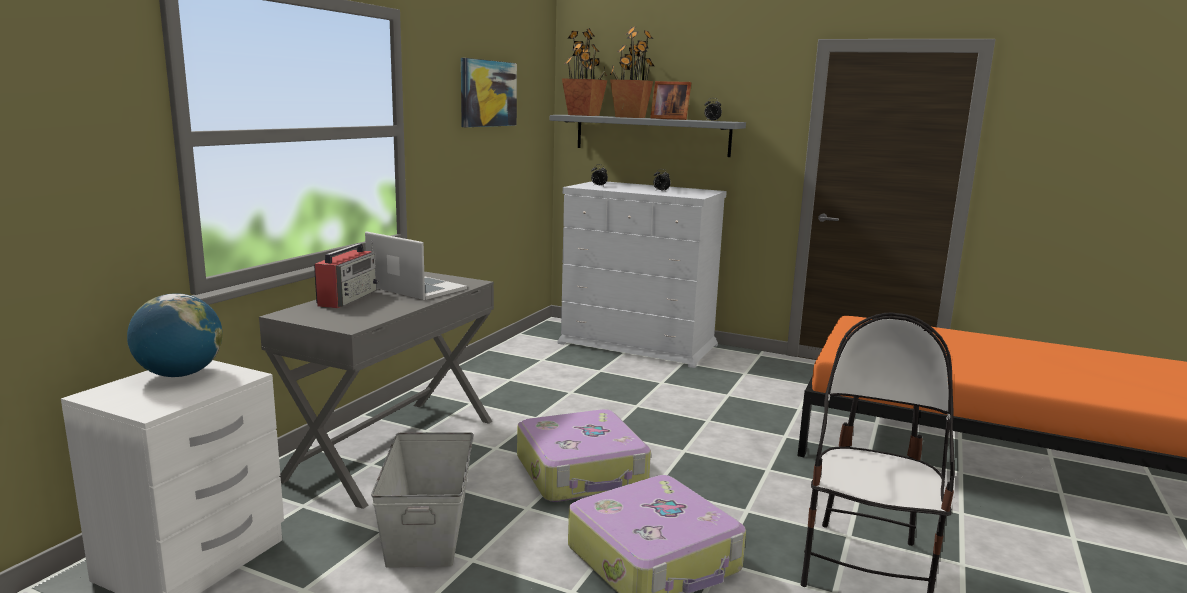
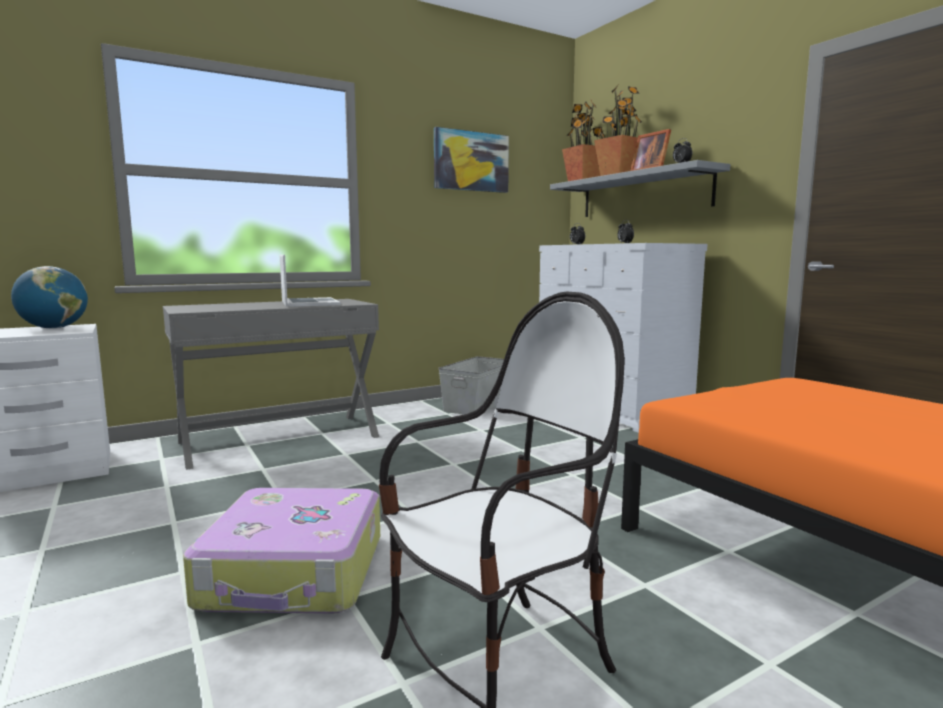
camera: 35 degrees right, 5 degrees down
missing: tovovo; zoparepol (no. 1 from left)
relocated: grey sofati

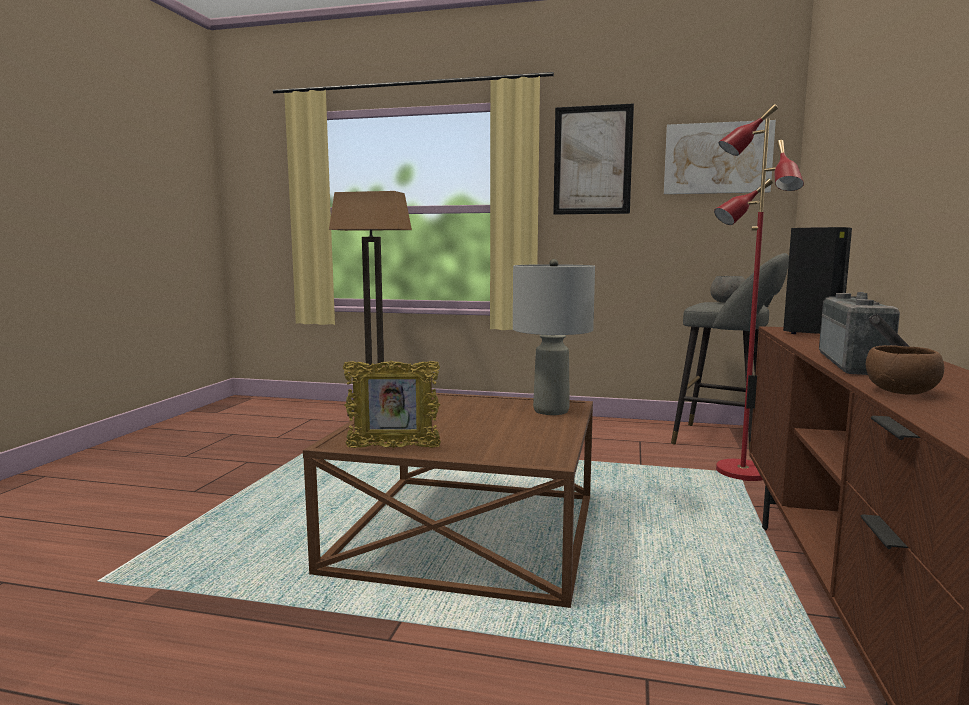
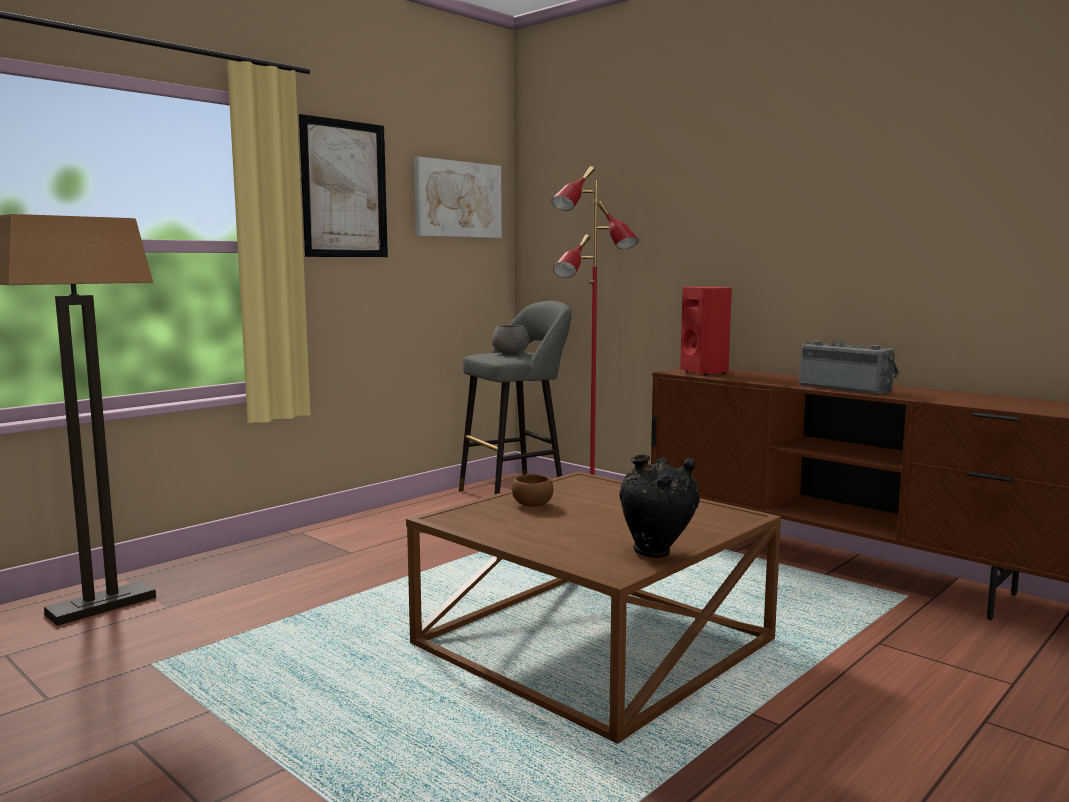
camera: 60 degrees left, 0 degrees up
missing: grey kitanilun
relocated: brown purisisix
exchanged: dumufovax to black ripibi
colour: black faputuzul to red faputuzul

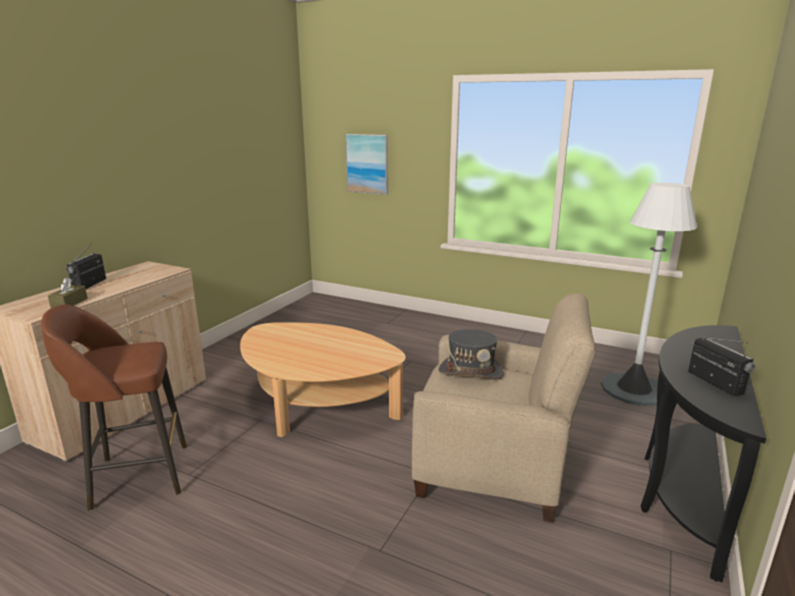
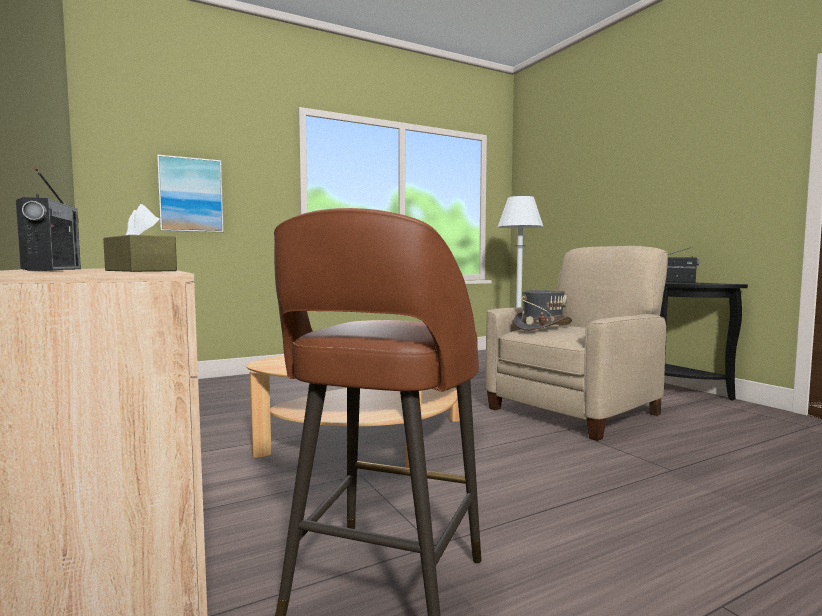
camera: 55 degrees left, 15 degrees down
spun: tovovo (no. 1 from left) 150 degrees counterclockwise

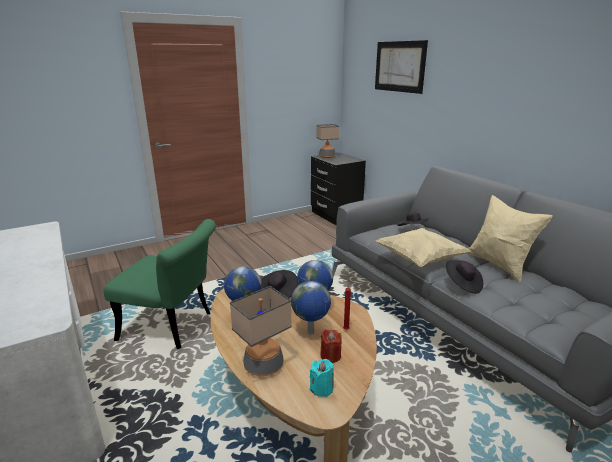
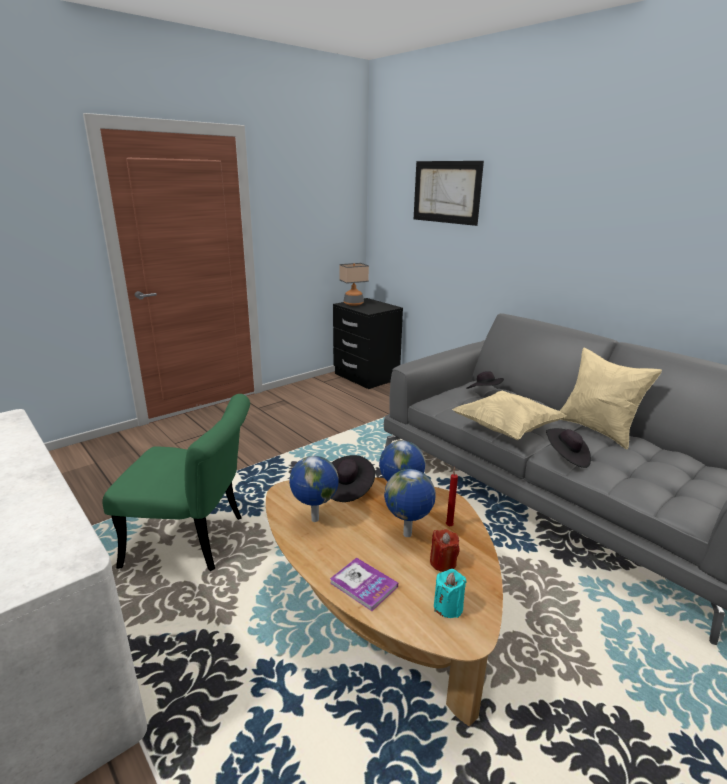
camera: 10 degrees left, 0 degrees up
exchanged: kitanilun (no. 1 from left) to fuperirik

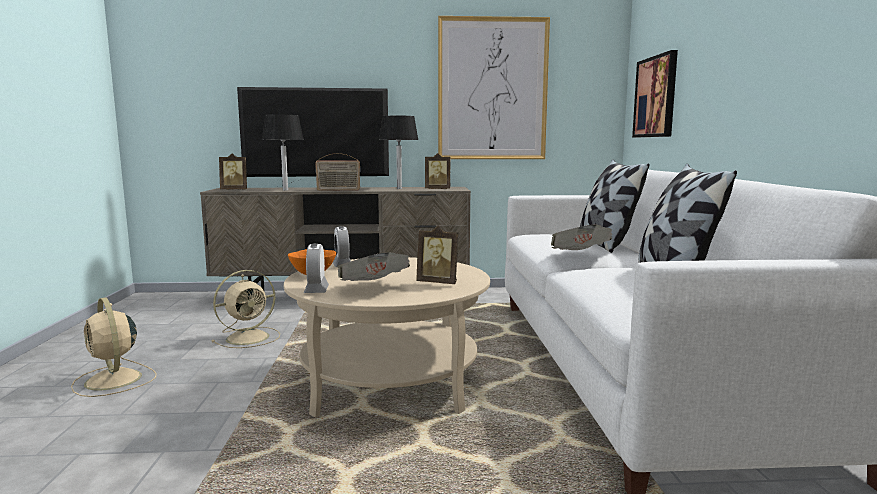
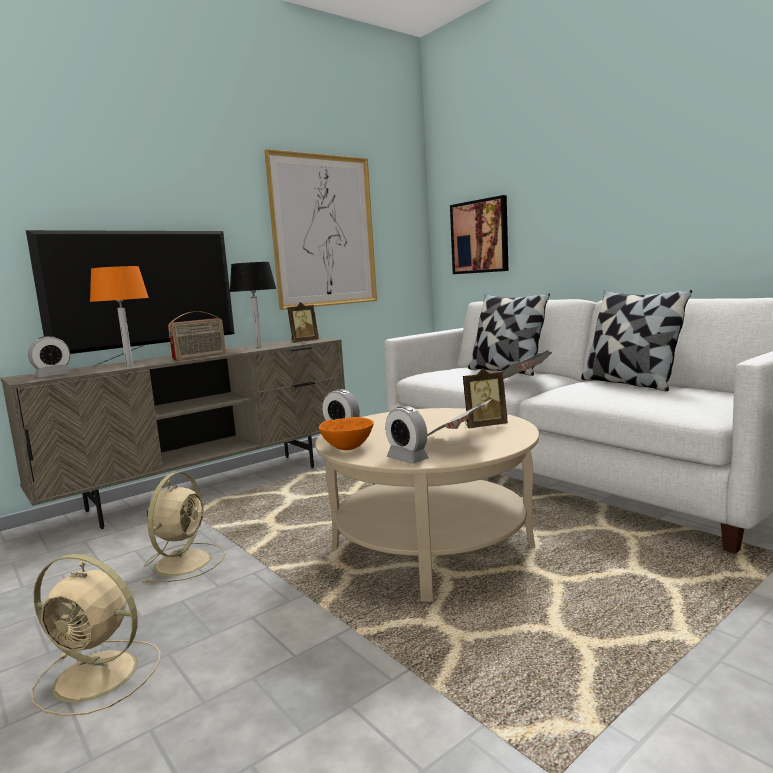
camera: 35 degrees left, 0 degrees up
exchanged: dumufovax (no. 1 from left) to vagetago (no. 1 from left)
colour: black kitanilun (no. 1 from left) to orange kitanilun

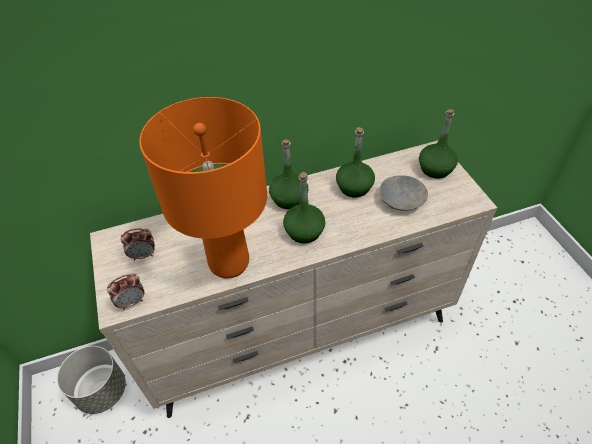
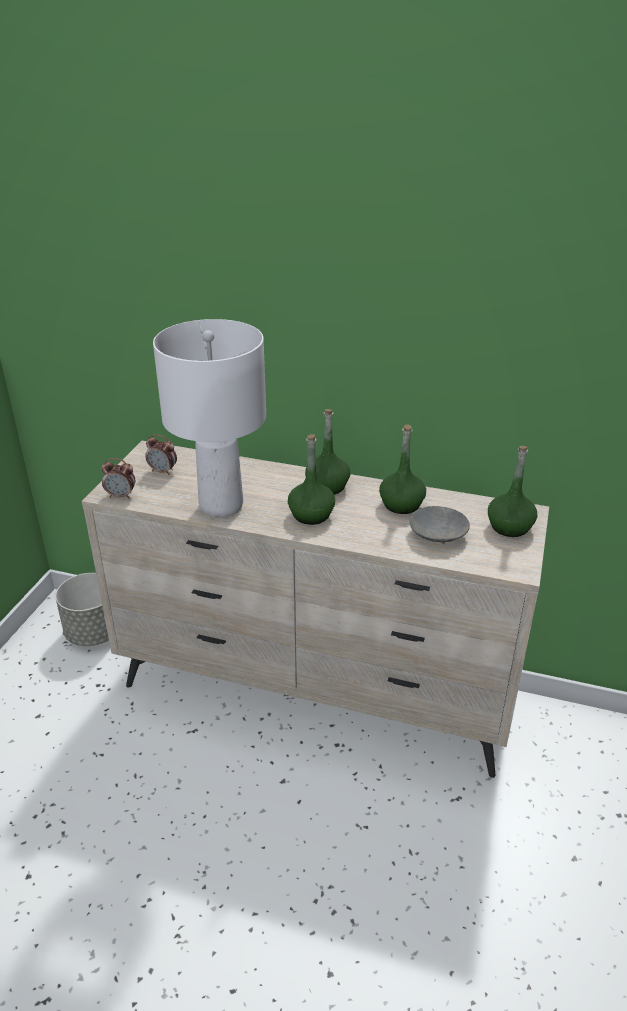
camera: 35 degrees right, 15 degrees down
colour: orange kitanilun to white kitanilun

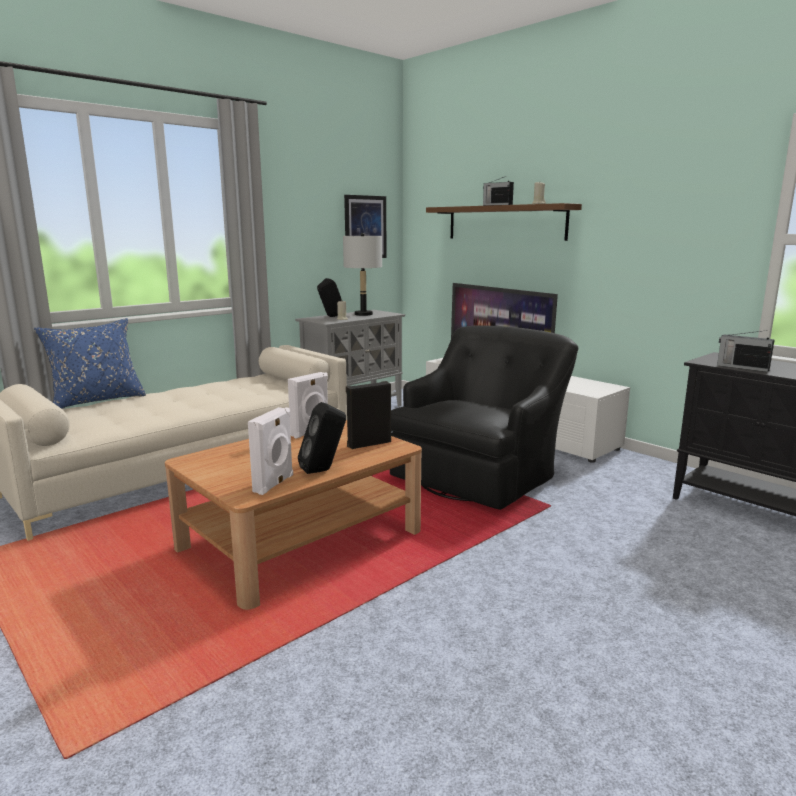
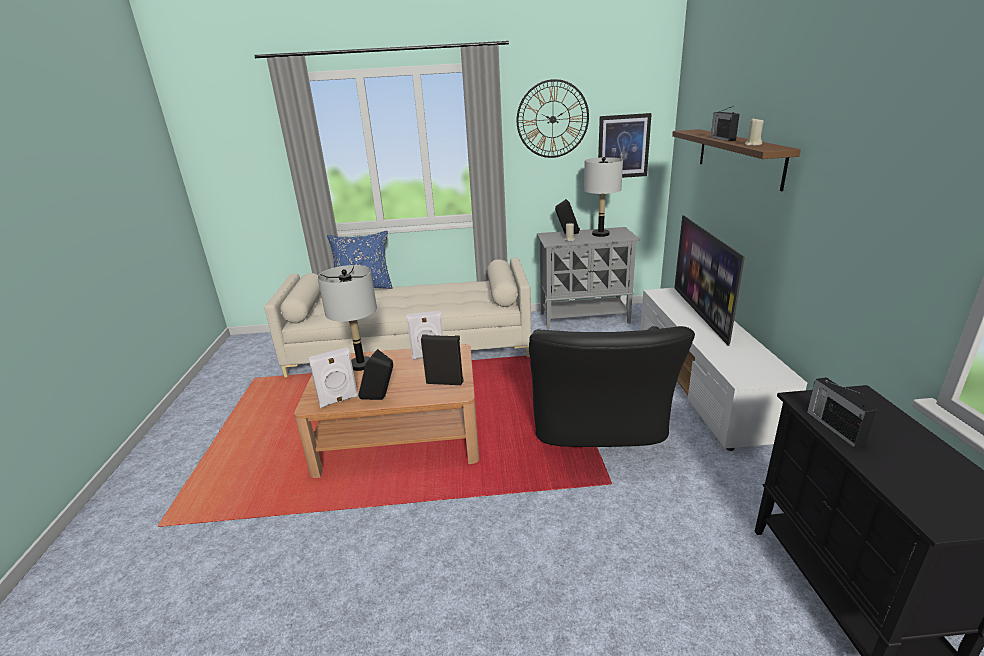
camera: 40 degrees right, 10 degrees up
appeared: grey kitanilun (no. 1 from left); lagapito
spun: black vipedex 105 degrees clockwise

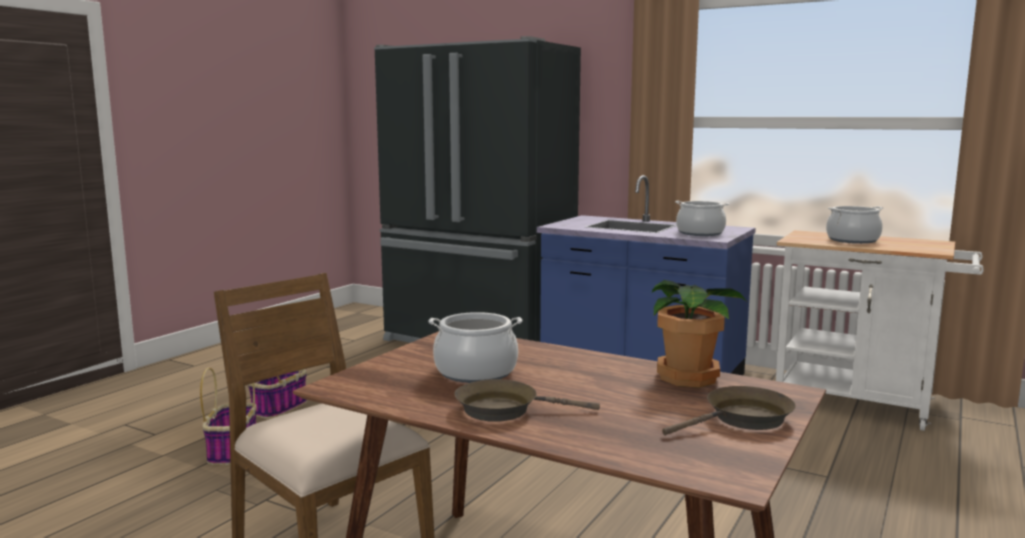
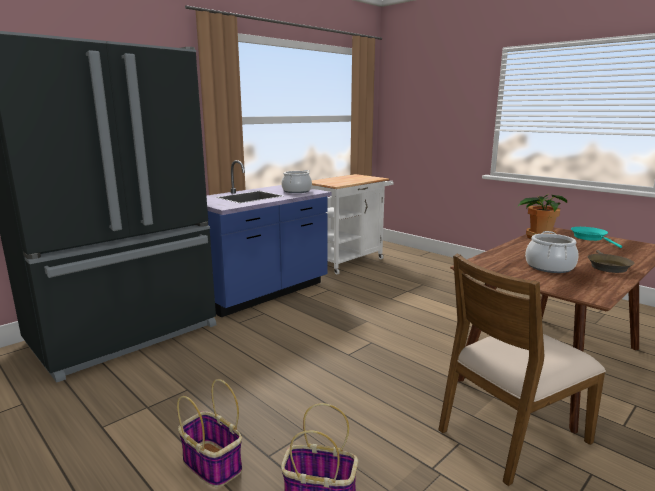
camera: 75 degrees left, 5 degrees up
missing: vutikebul (no. 3 from left)
colour: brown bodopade (no. 2 from left) to turquoise bodopade

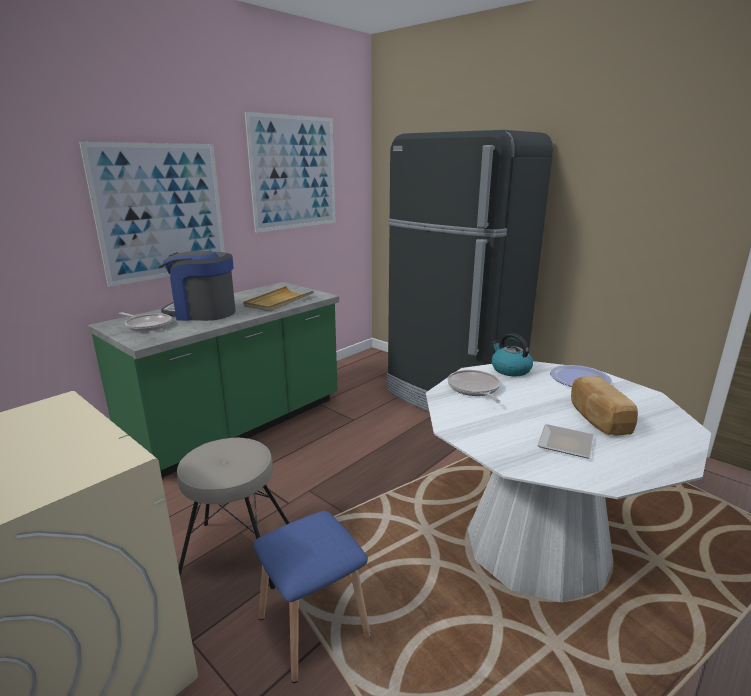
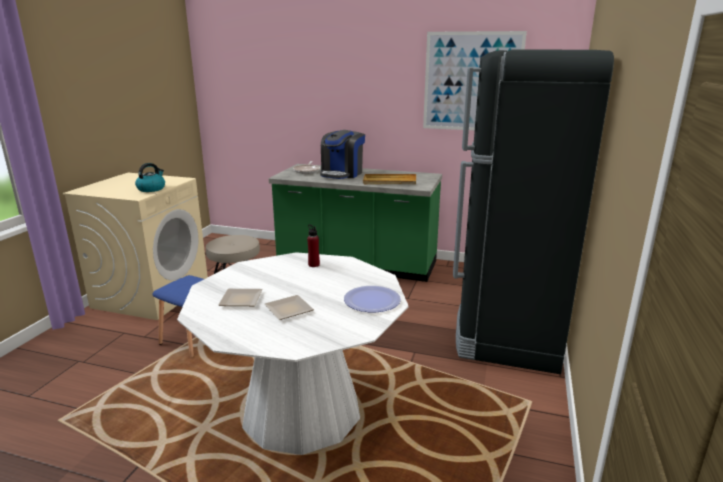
camera: 65 degrees right, 0 degrees up
missing: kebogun (no. 1 from left)
relocated: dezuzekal
exchanged: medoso to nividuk (no. 2 from left); bodopade (no. 2 from left) to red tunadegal
spun: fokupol 135 degrees counterclockwise

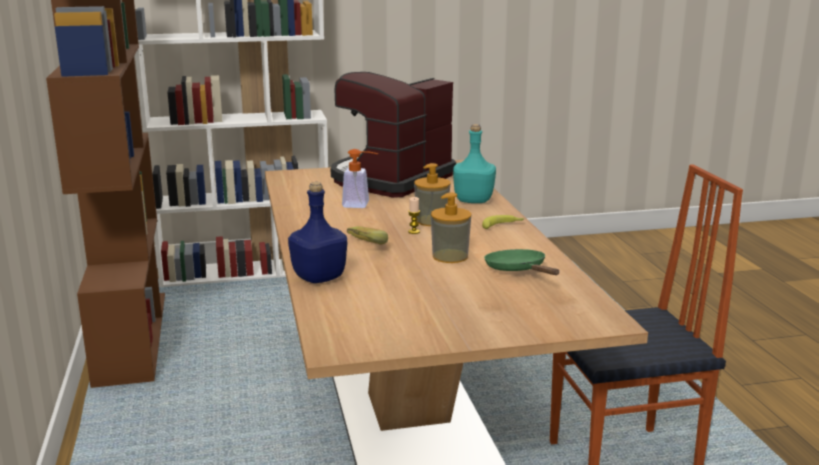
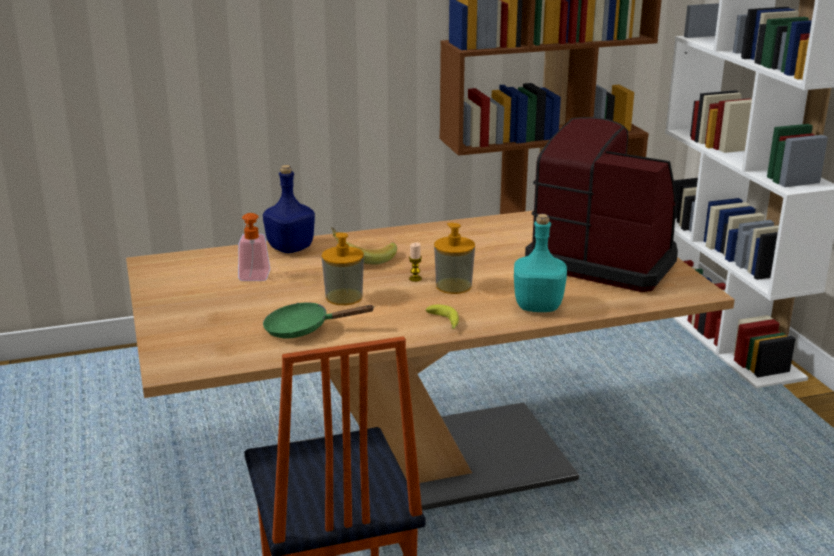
camera: 85 degrees right, 5 degrees up
relocated: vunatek (no. 1 from left)
spun: green bodopade 150 degrees counterclockwise

